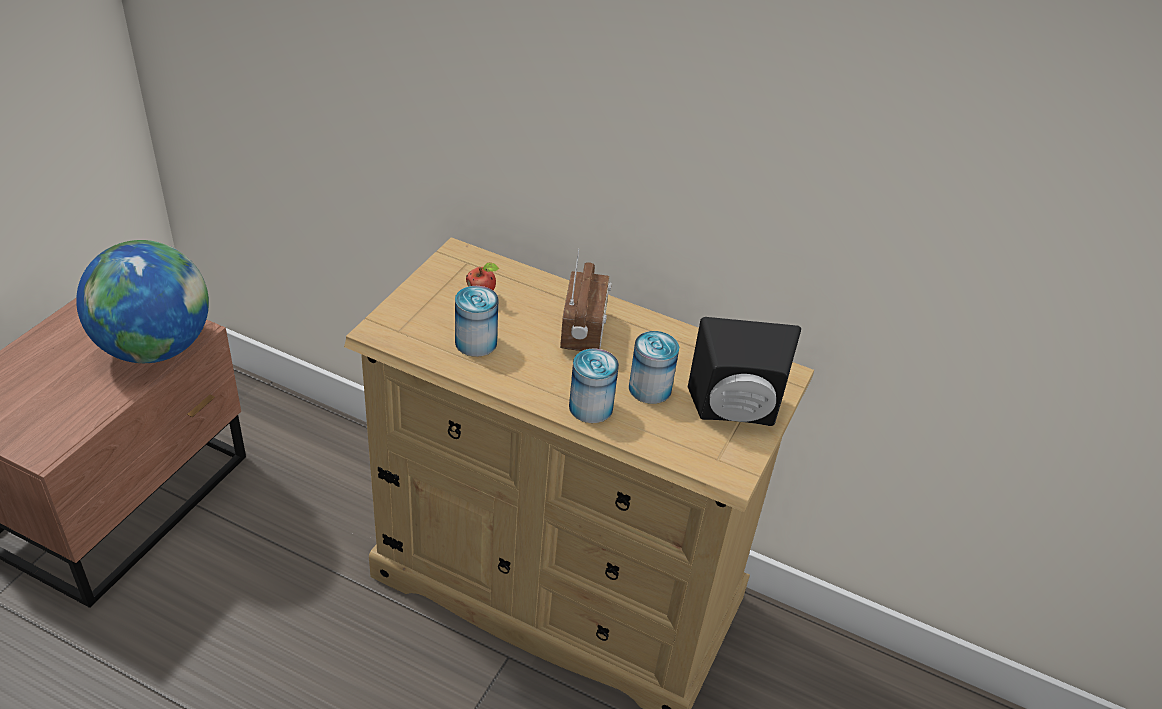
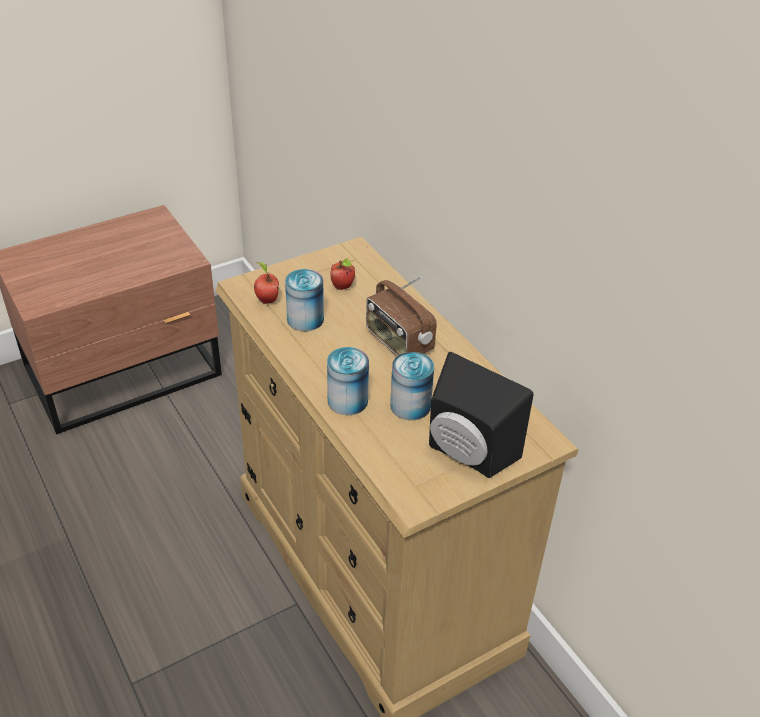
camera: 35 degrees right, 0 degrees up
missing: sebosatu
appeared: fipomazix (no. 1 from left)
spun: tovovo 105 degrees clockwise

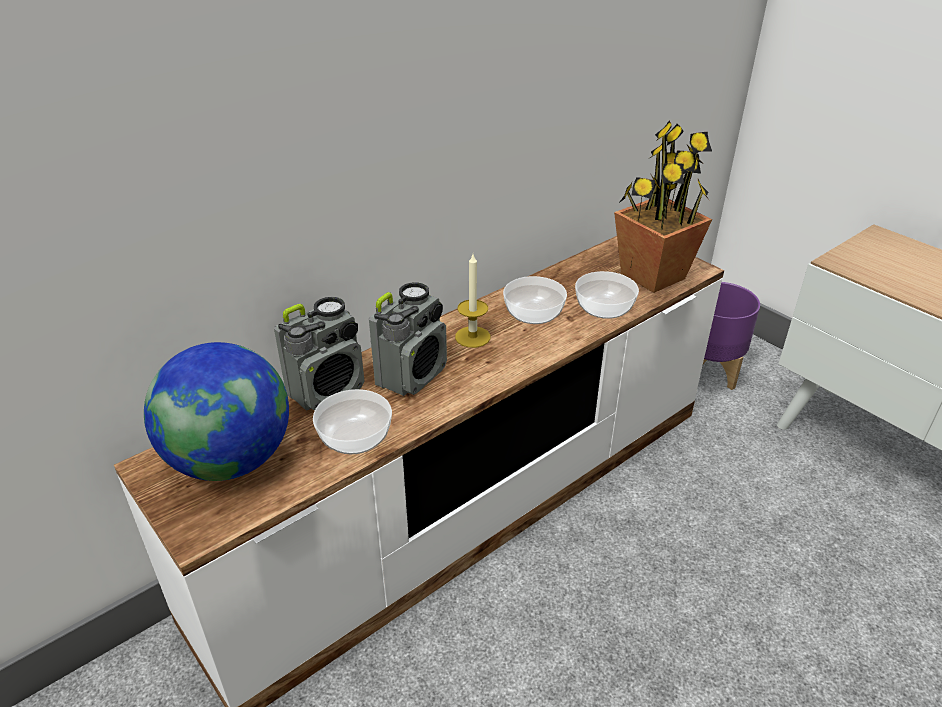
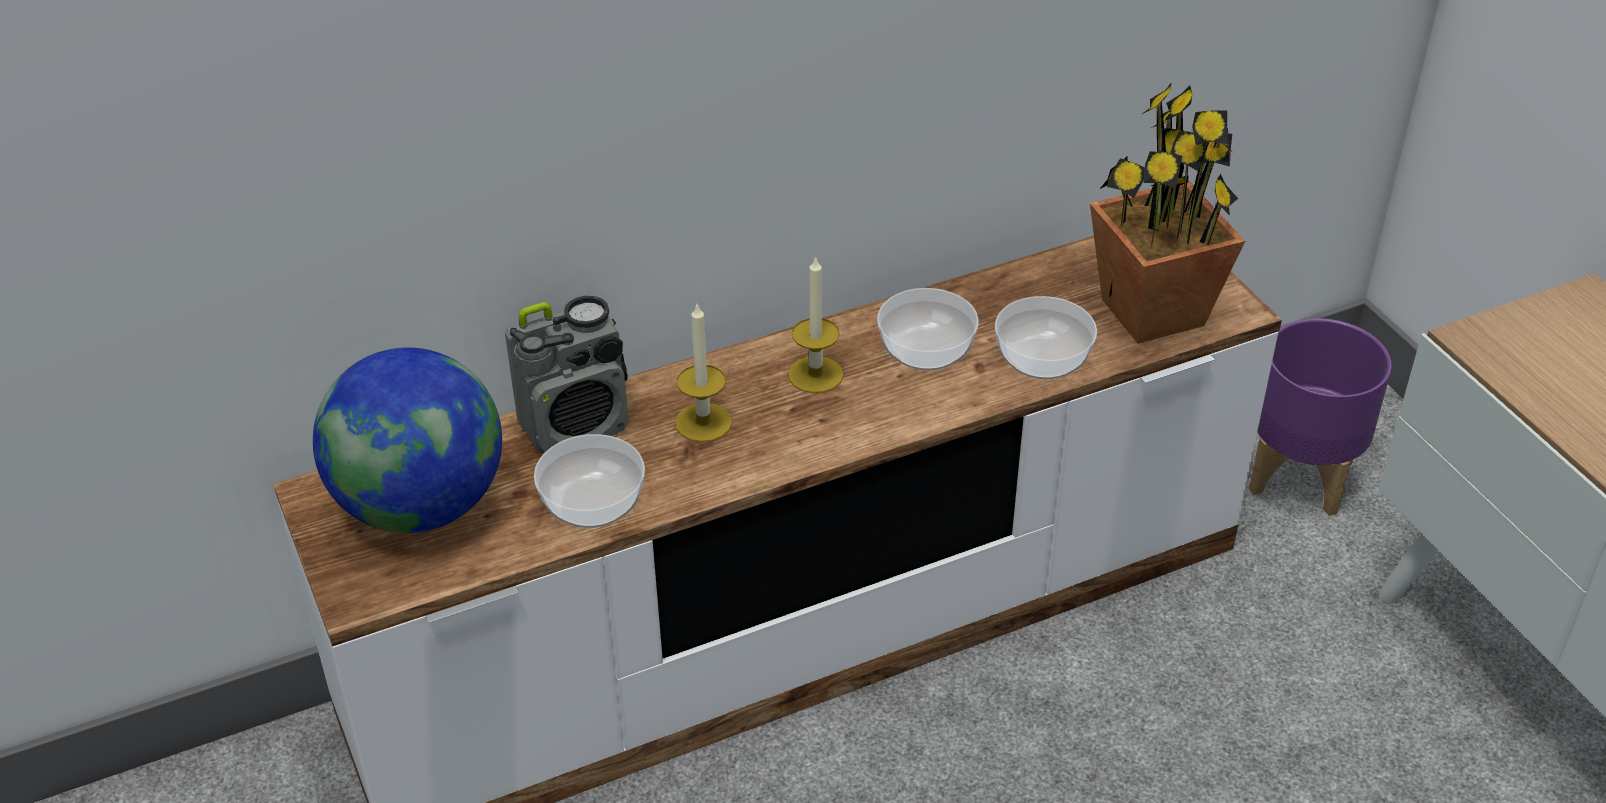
camera: 15 degrees right, 5 degrees up
exchanged: tovovo (no. 2 from left) to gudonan (no. 1 from left)

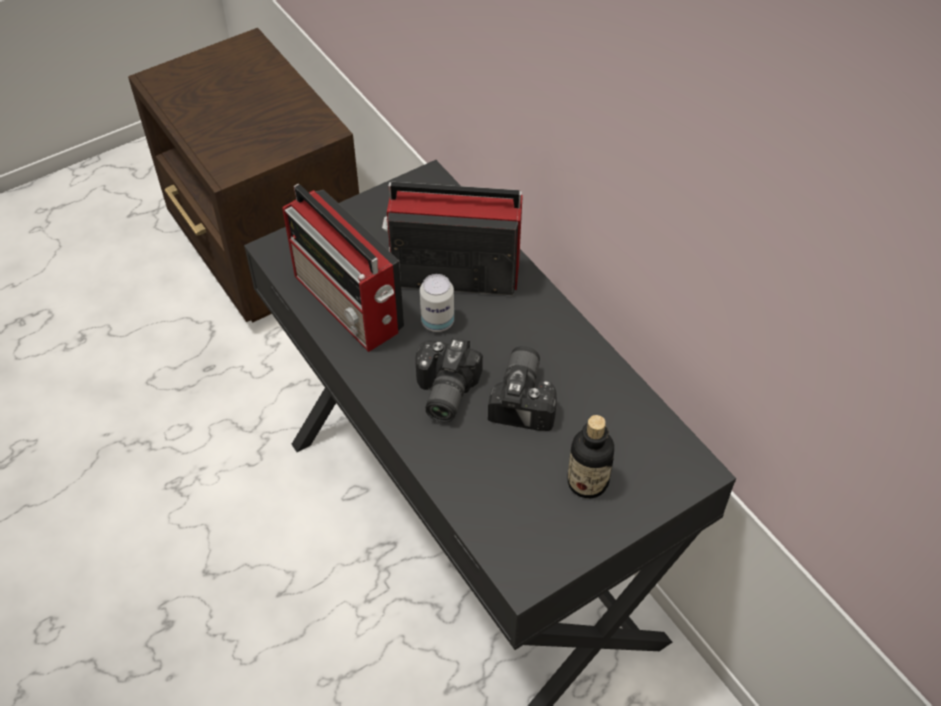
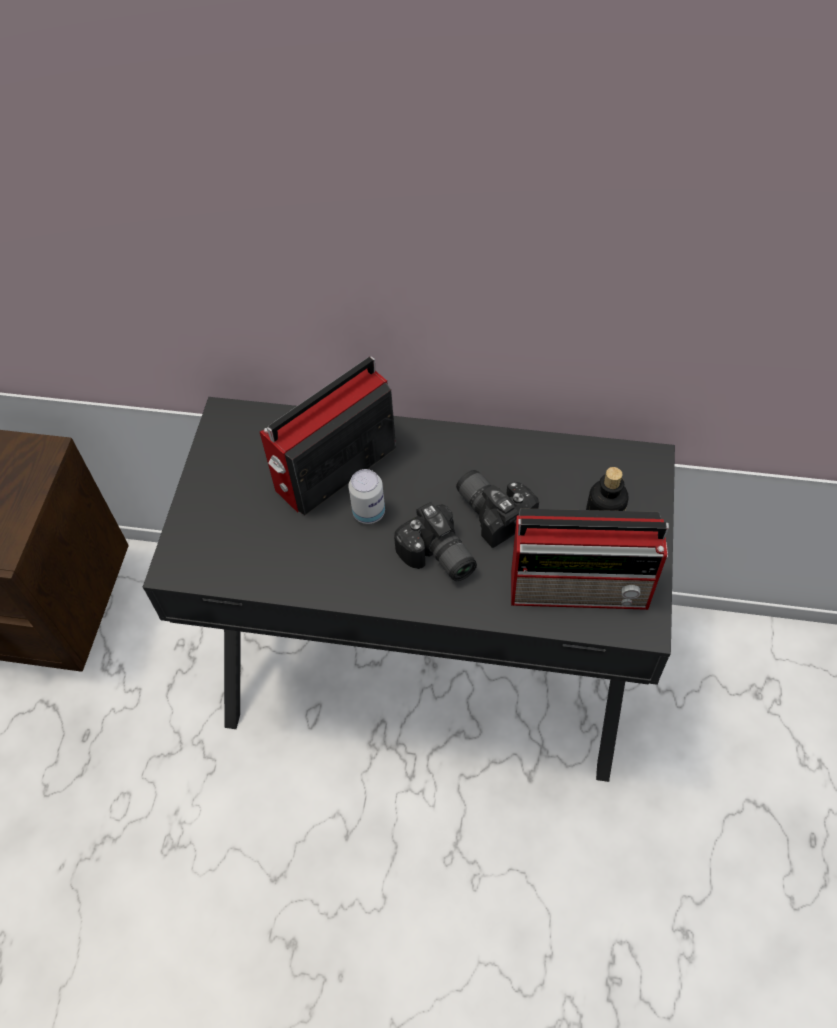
camera: 45 degrees left, 5 degrees up
relocated: tovovo (no. 1 from left in the first image) to tovovo (no. 2 from left)

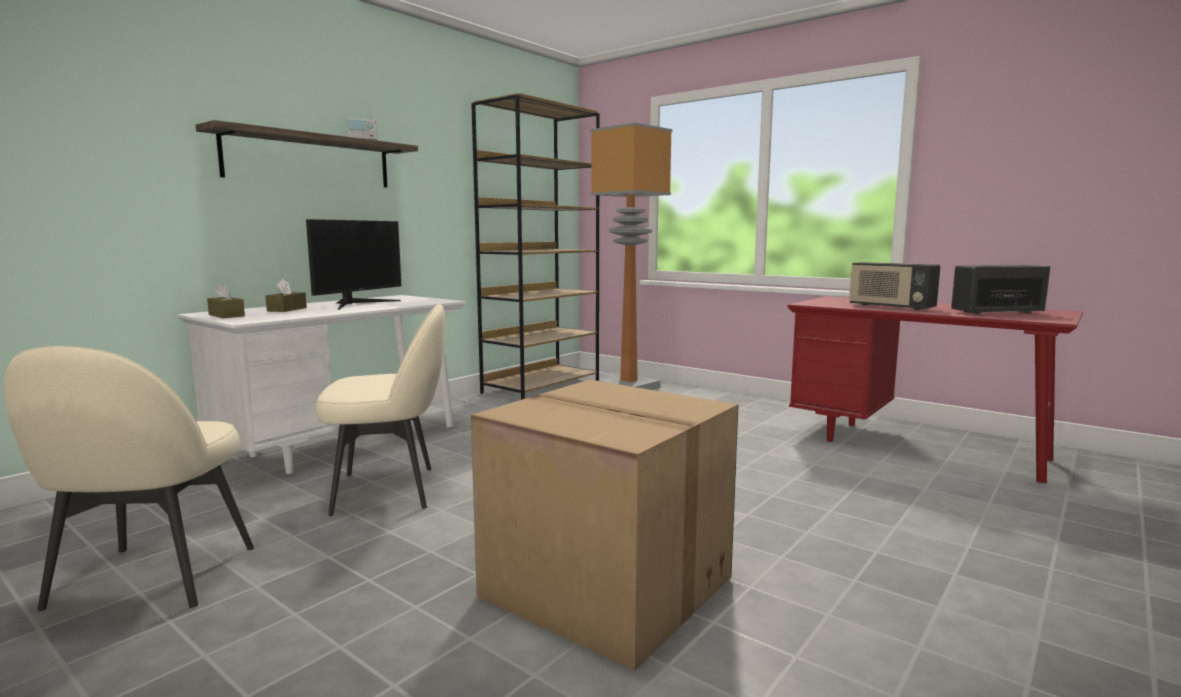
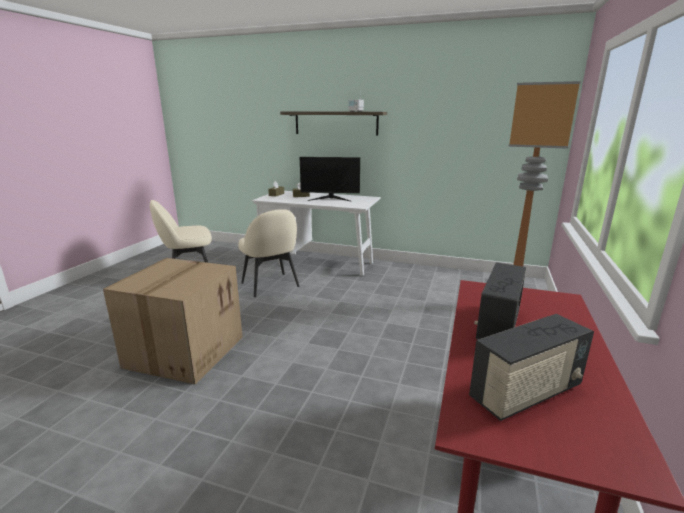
camera: 70 degrees right, 10 degrees up
missing: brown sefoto
spun: tovovo (no. 3 from left) 90 degrees clockwise

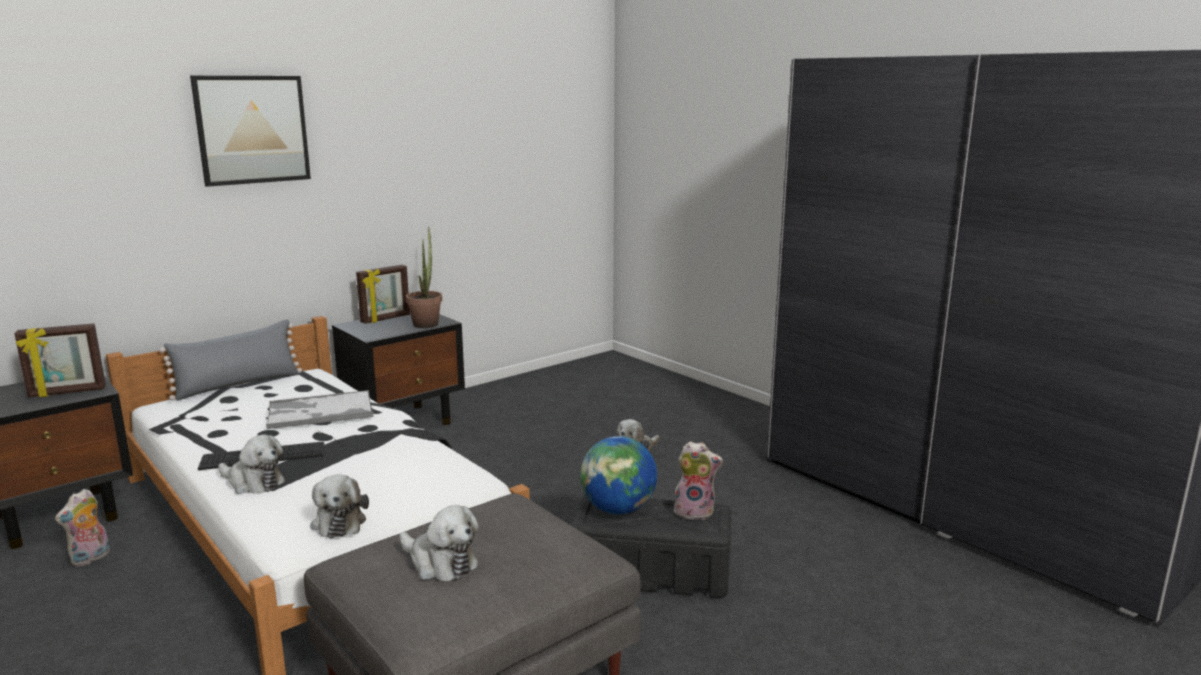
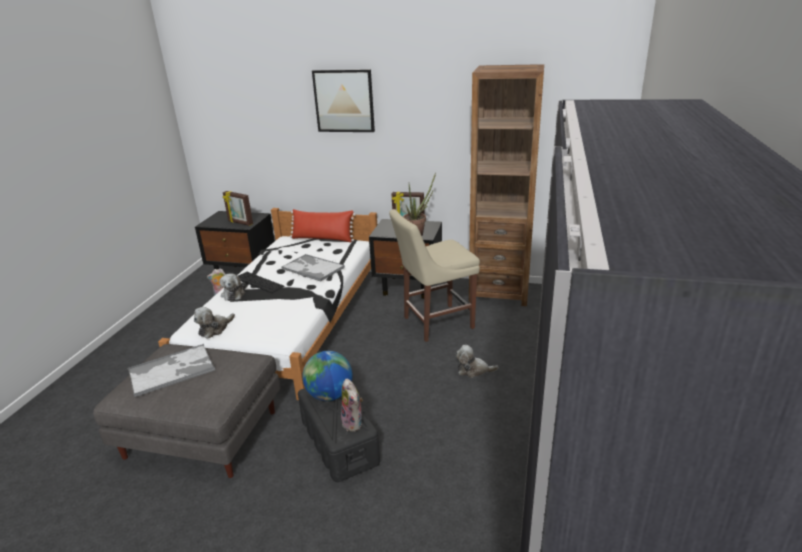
camera: 55 degrees right, 10 degrees up
appeared: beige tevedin; brown sefoto
exchanged: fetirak (no. 4 from left) to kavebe (no. 1 from left)
colour: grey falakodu to red falakodu

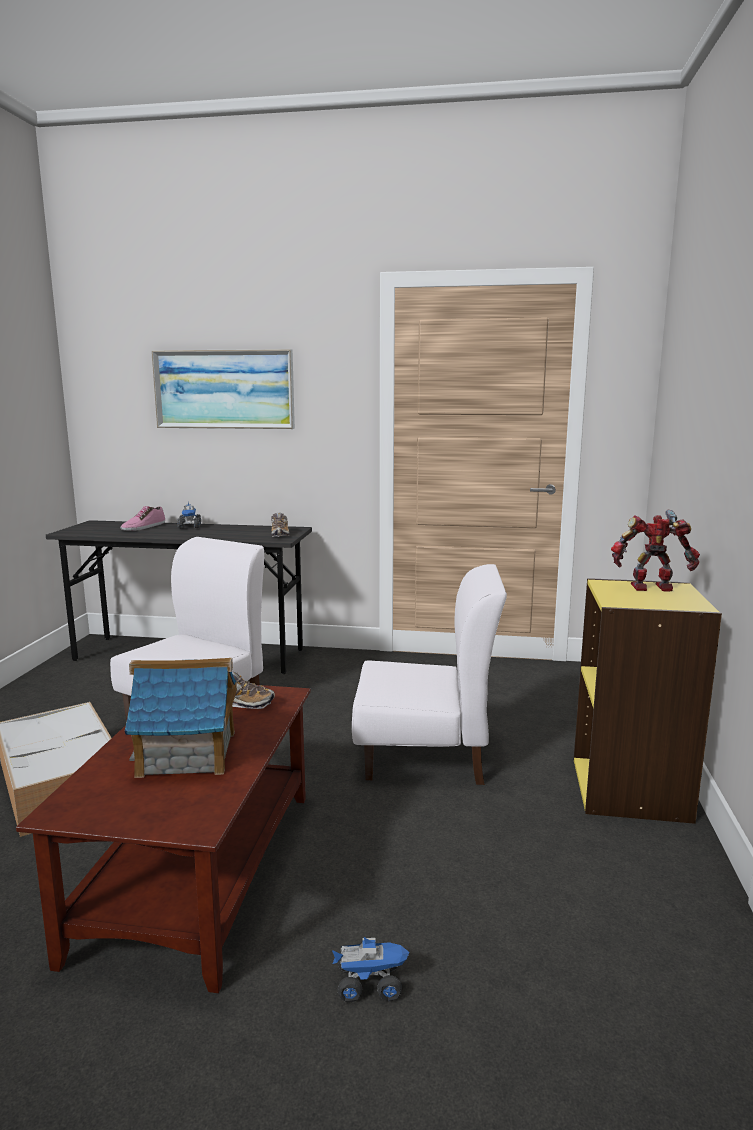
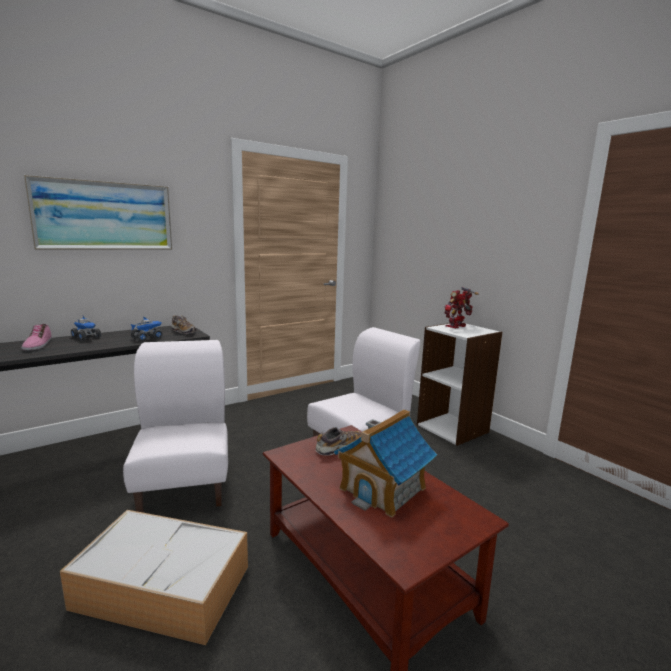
camera: 45 degrees left, 0 degrees up
relocated: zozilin (no. 2 from left)
colour: yellow sefoto to white sefoto

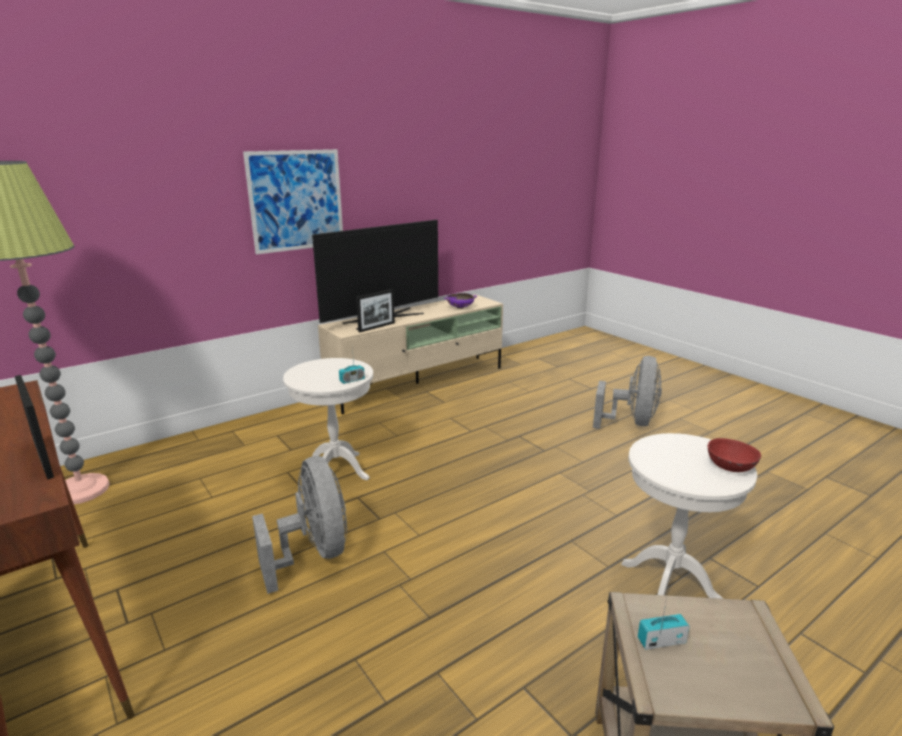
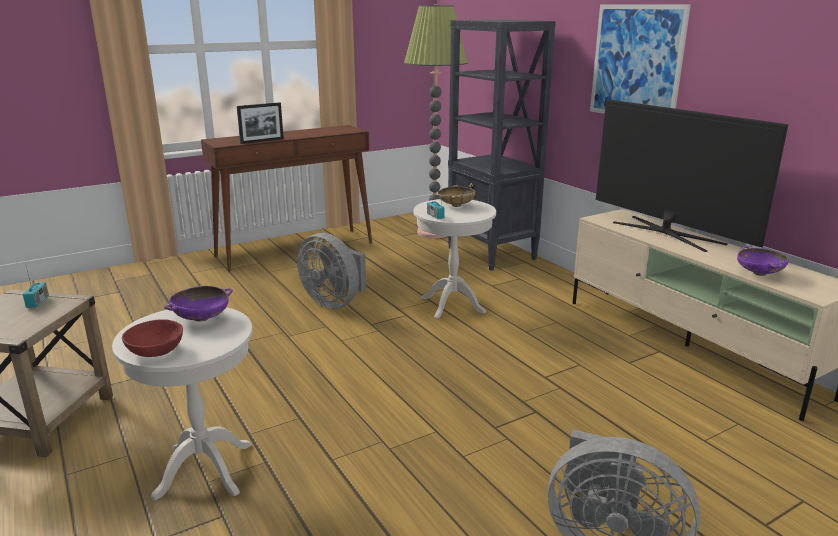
camera: 95 degrees right, 0 degrees up
missing: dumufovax (no. 2 from left)
appeared: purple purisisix (no. 1 from left); beige purisisix; black sefoto
spun: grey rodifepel (no. 1 from left) 60 degrees clockwise

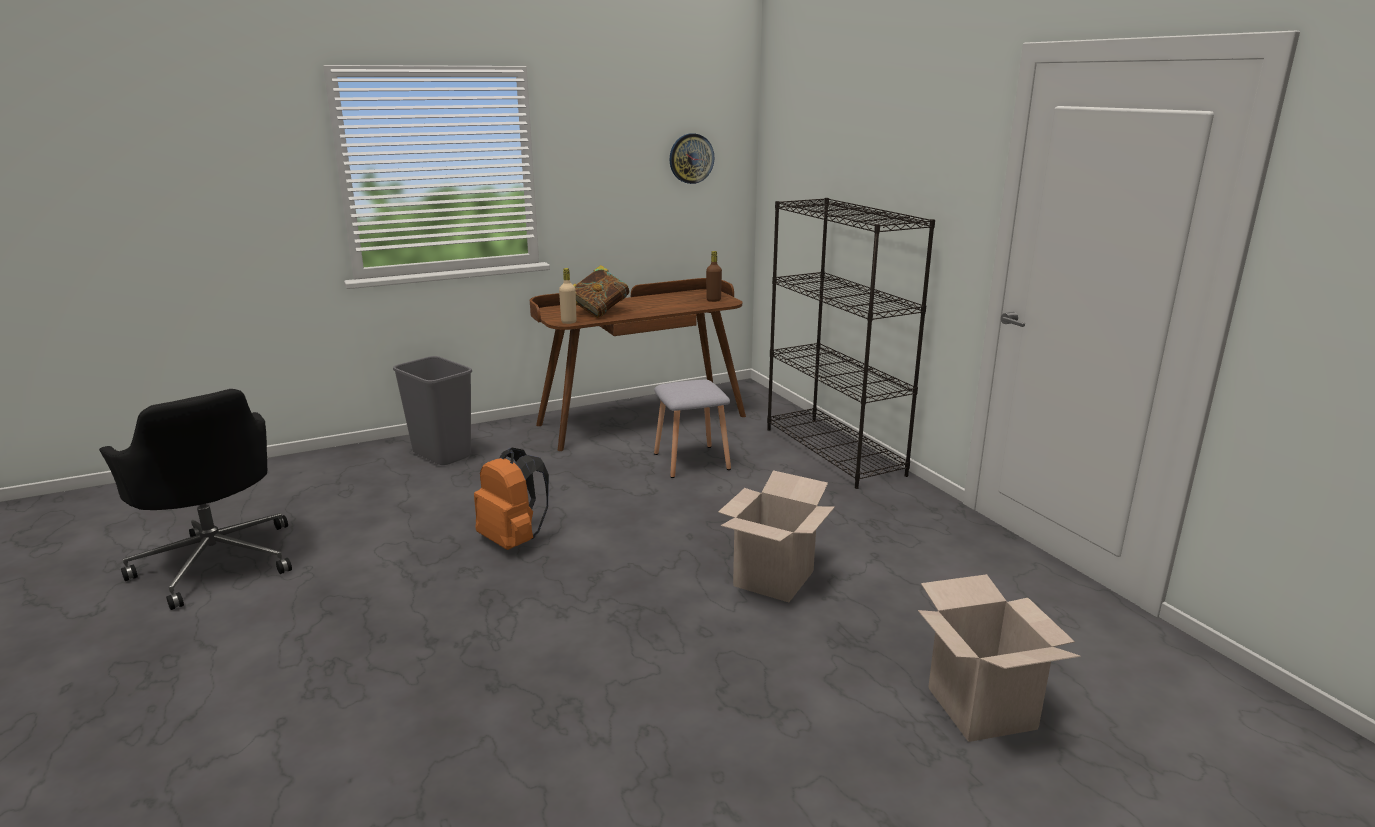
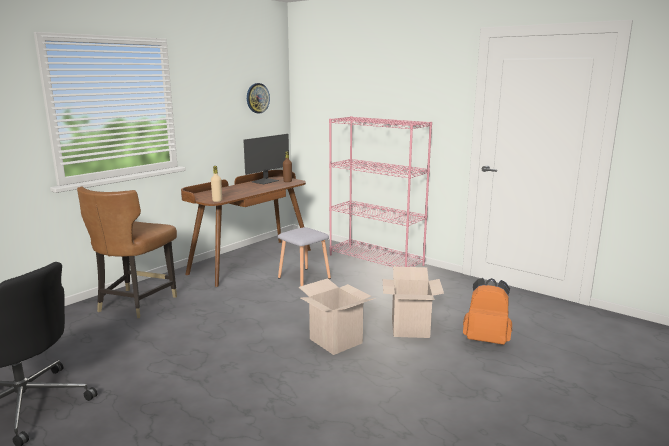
camera: 25 degrees left, 5 degrees down
missing: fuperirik
appeared: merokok
relocated: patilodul (no. 2 from left in the first image) to patilodul (no. 1 from left); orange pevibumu
exchanged: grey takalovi to brown tevedin
colour: black sefoto to pink sefoto

